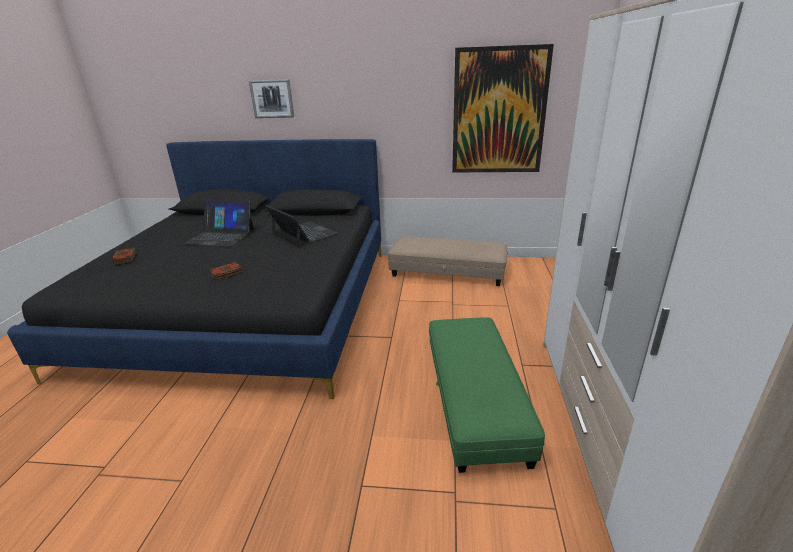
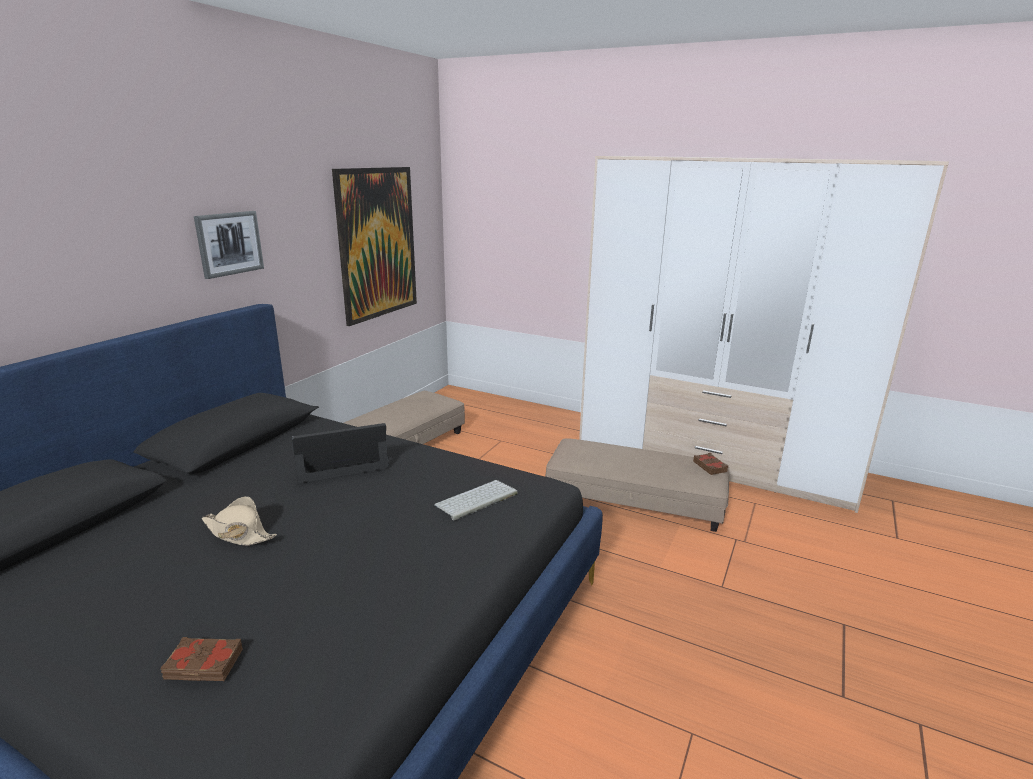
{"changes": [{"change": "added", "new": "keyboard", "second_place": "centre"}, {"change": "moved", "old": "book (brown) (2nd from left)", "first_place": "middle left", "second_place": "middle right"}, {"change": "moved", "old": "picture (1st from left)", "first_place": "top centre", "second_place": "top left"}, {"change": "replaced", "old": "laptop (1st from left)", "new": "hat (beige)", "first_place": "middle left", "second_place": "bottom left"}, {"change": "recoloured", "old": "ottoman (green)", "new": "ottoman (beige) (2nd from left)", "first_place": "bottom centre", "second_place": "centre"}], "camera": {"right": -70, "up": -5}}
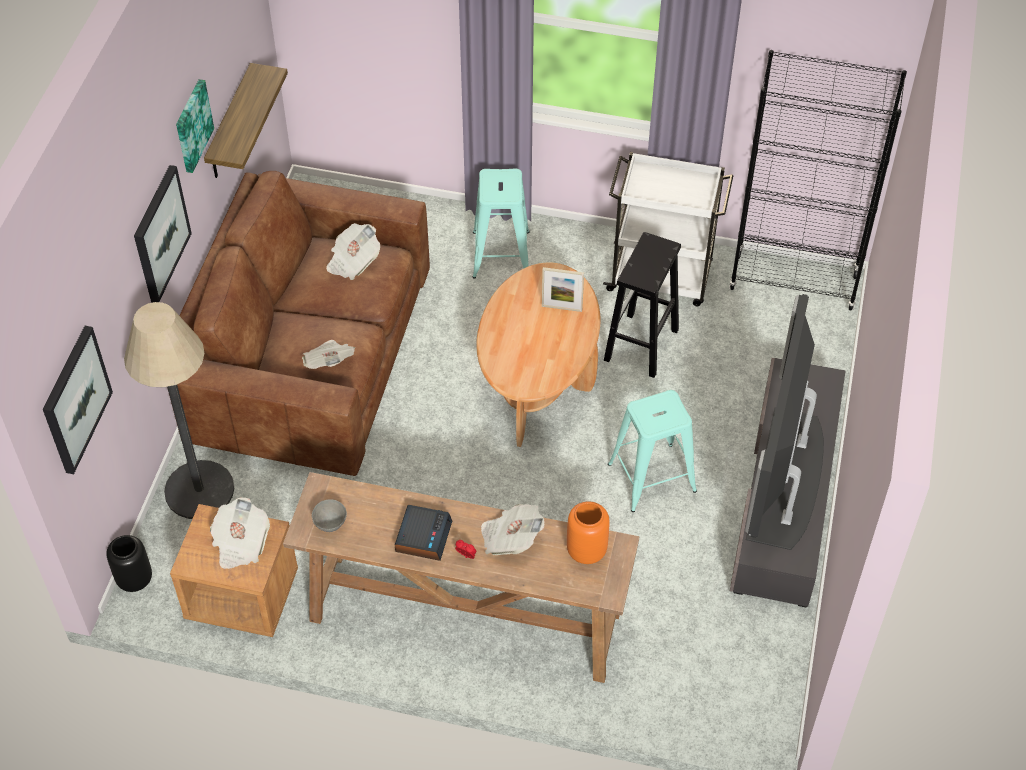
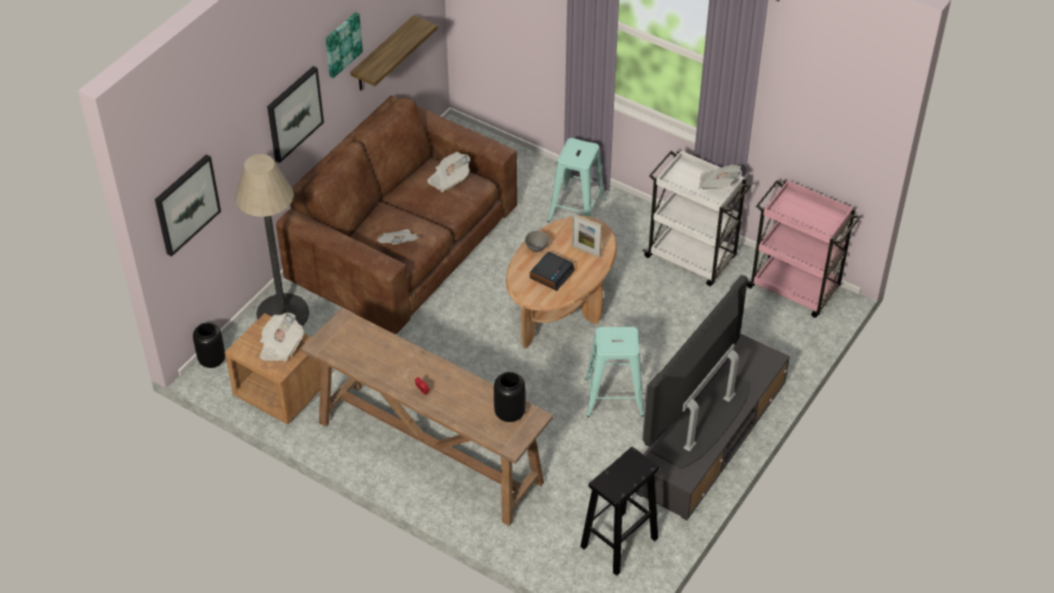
{"changes": [{"change": "moved", "old": "bowl (grey)", "first_place": "bottom left", "second_place": "centre"}, {"change": "moved", "old": "alarm clock (1st from left in the first image)", "new": "alarm clock (2nd from left)", "first_place": "bottom centre", "second_place": "centre"}, {"change": "moved", "old": "newspaper (4th from left)", "first_place": "bottom centre", "second_place": "top right"}, {"change": "moved", "old": "stool (black)", "first_place": "centre", "second_place": "bottom centre"}, {"change": "replaced", "old": "bookcase (black)", "new": "cart (pink)", "first_place": "top right", "second_place": "middle right"}, {"change": "recoloured", "old": "vase (orange)", "new": "vase (black) (2nd from left)", "first_place": "bottom centre", "second_place": "bottom centre"}], "camera": {"right": 20, "up": -5}}
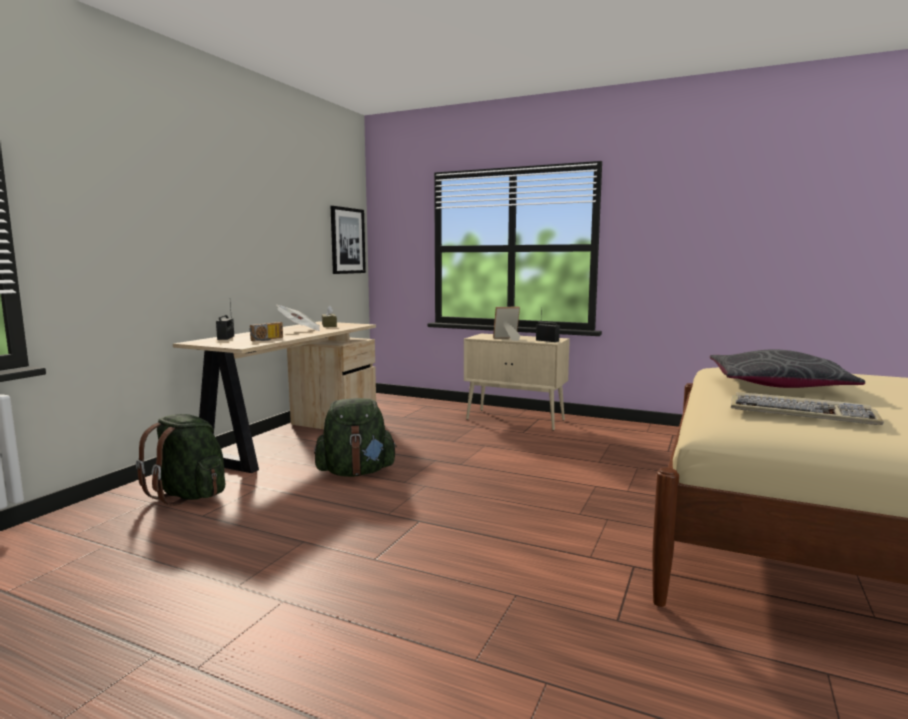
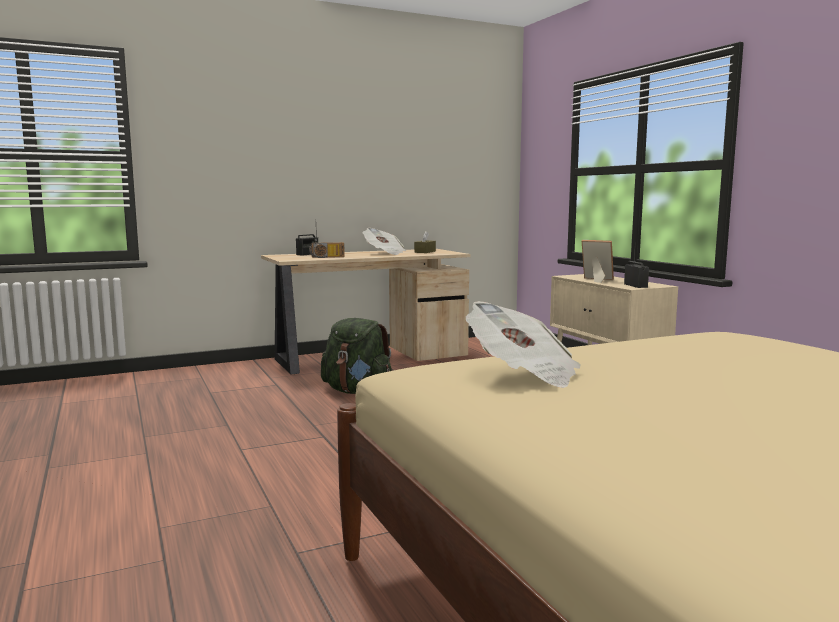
{"changes": [{"change": "removed", "old": "backpack (green) (1st from left)", "first_place": "middle left"}, {"change": "removed", "old": "picture", "first_place": "centre"}, {"change": "removed", "old": "pillow (grey)", "first_place": "middle right"}, {"change": "replaced", "old": "keyboard", "new": "newspaper (2nd from left)", "first_place": "middle right", "second_place": "centre"}], "camera": {"right": 40, "up": 0}}
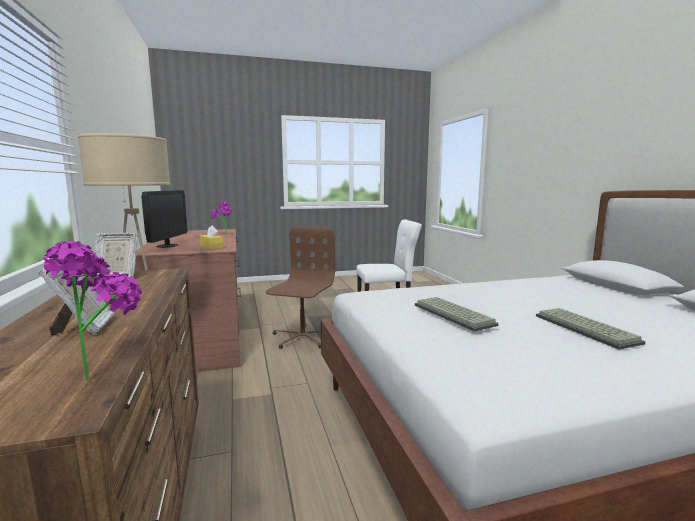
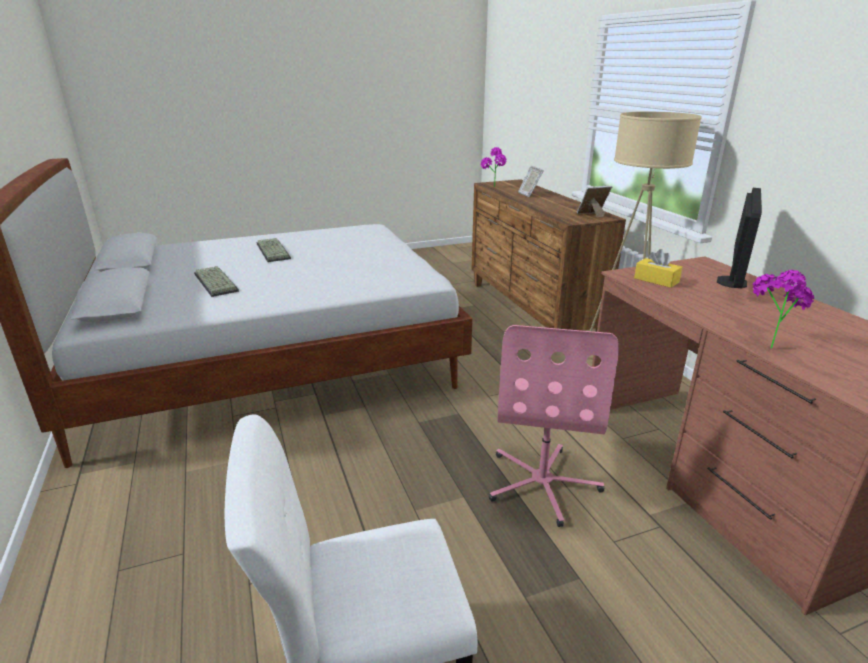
{"changes": [{"change": "moved", "old": "keyboard (1st from left)", "first_place": "centre", "second_place": "middle left"}, {"change": "recoloured", "old": "office chair (brown)", "new": "office chair (pink)", "first_place": "centre", "second_place": "centre"}, {"change": "turned", "old": "monitor", "first_place": "middle left", "second_place": "middle right", "degrees": -150}], "camera": {"right": 175, "up": 15}}
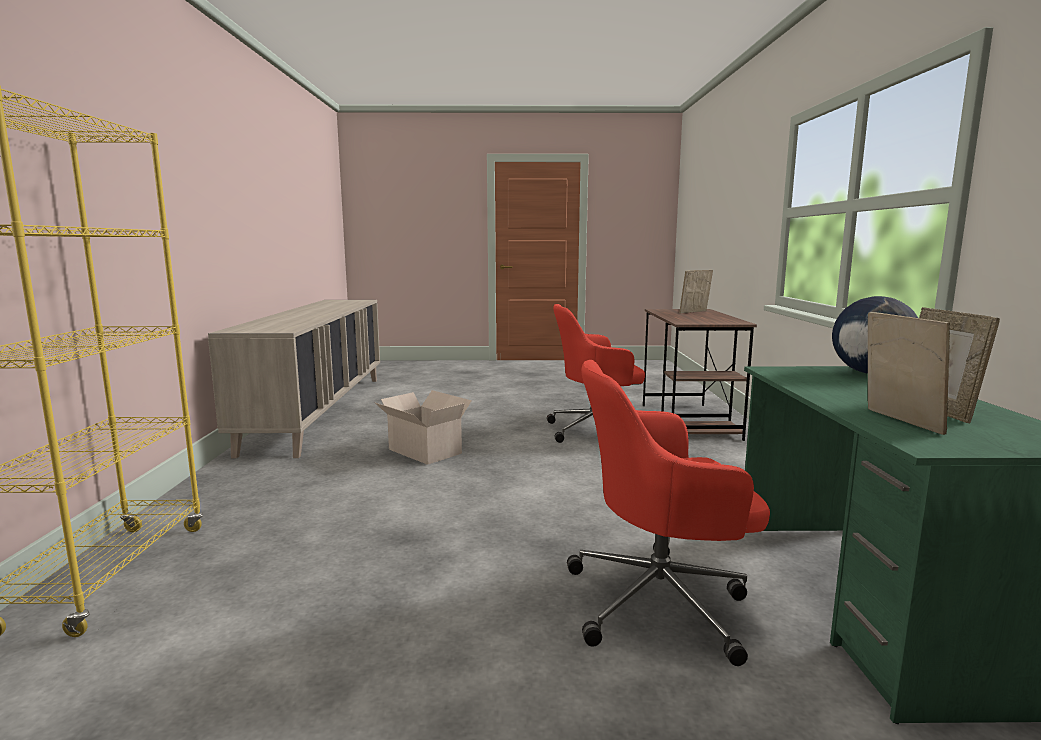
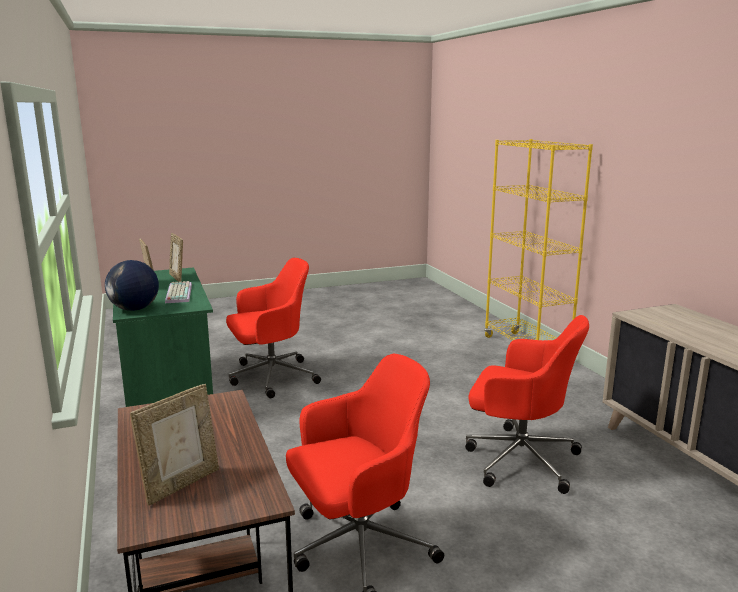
{"changes": [{"change": "added", "new": "keyboard", "second_place": "middle left"}, {"change": "replaced", "old": "cardboard box", "new": "office chair (red) (3rd from left)", "first_place": "centre", "second_place": "bottom right"}], "camera": {"right": 160, "up": 5}}
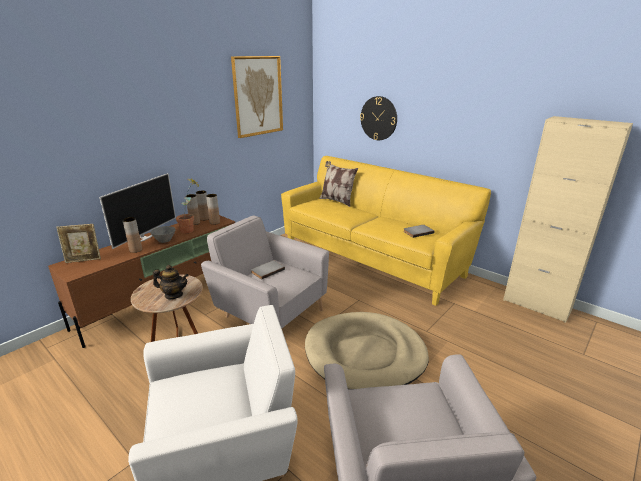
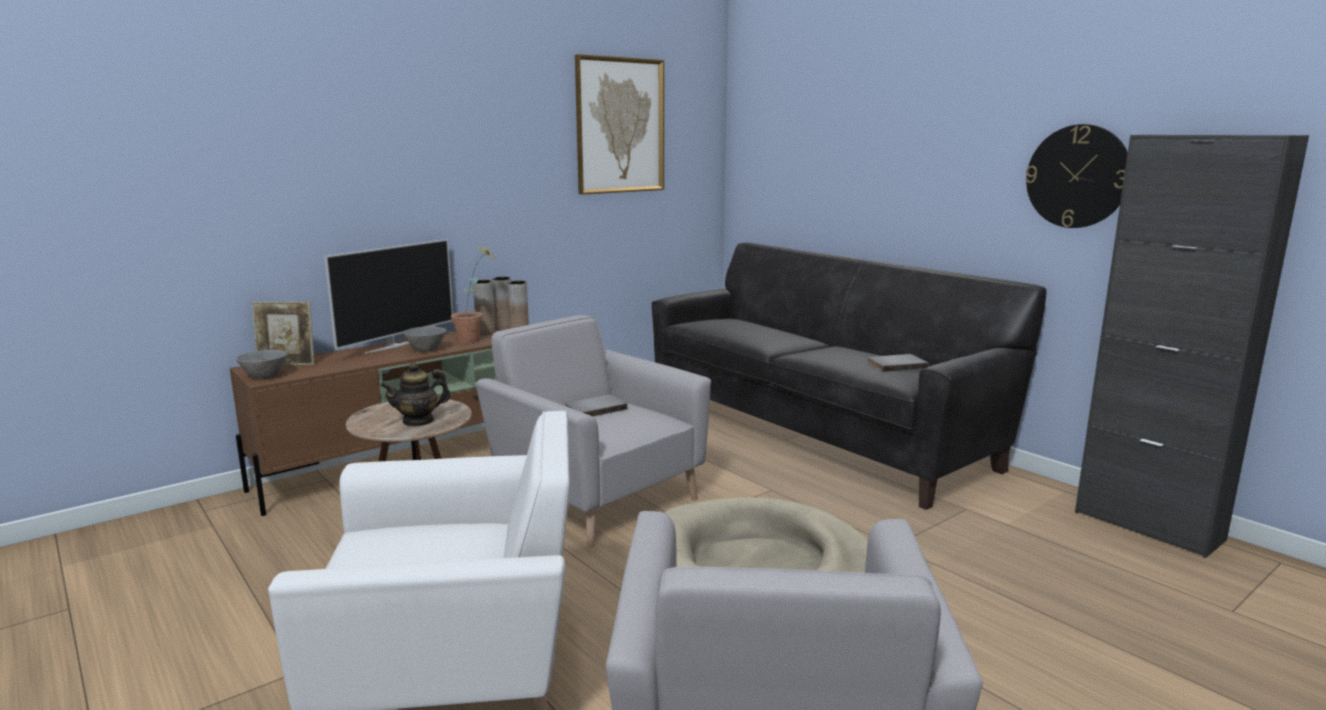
{"changes": [{"change": "removed", "old": "vase (brown) (1st from left)", "first_place": "middle left"}, {"change": "removed", "old": "pillow", "first_place": "centre"}, {"change": "added", "new": "bowl (grey) (1st from left)", "second_place": "middle left"}, {"change": "moved", "old": "wall clock", "first_place": "top centre", "second_place": "top right"}, {"change": "recoloured", "old": "sofa (yellow)", "new": "sofa (black)", "first_place": "centre", "second_place": "centre"}, {"change": "recoloured", "old": "cabinet (beige)", "new": "cabinet (black)", "first_place": "middle right", "second_place": "middle right"}, {"change": "turned", "old": "teapot", "first_place": "middle left", "second_place": "middle left", "degrees": 135}], "camera": {"right": 10, "up": -10}}
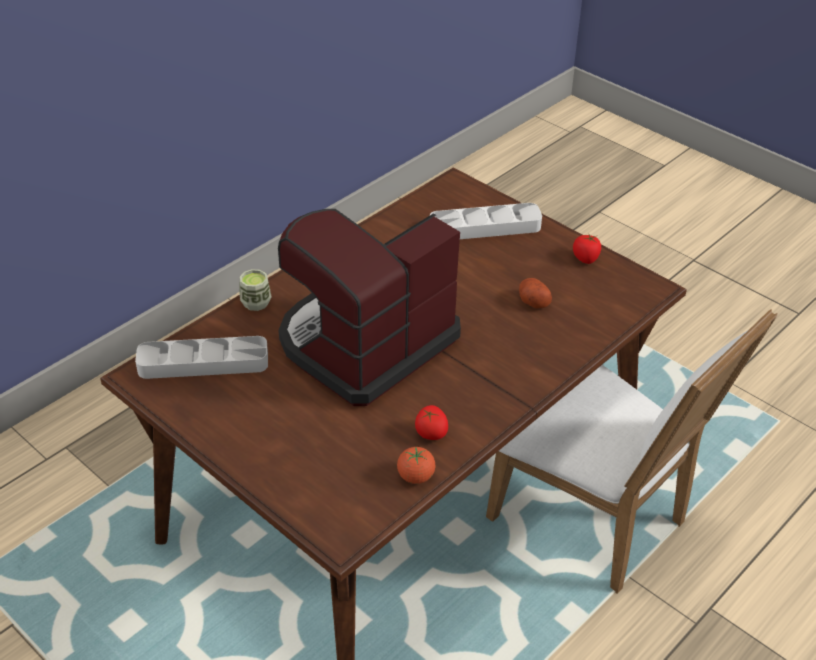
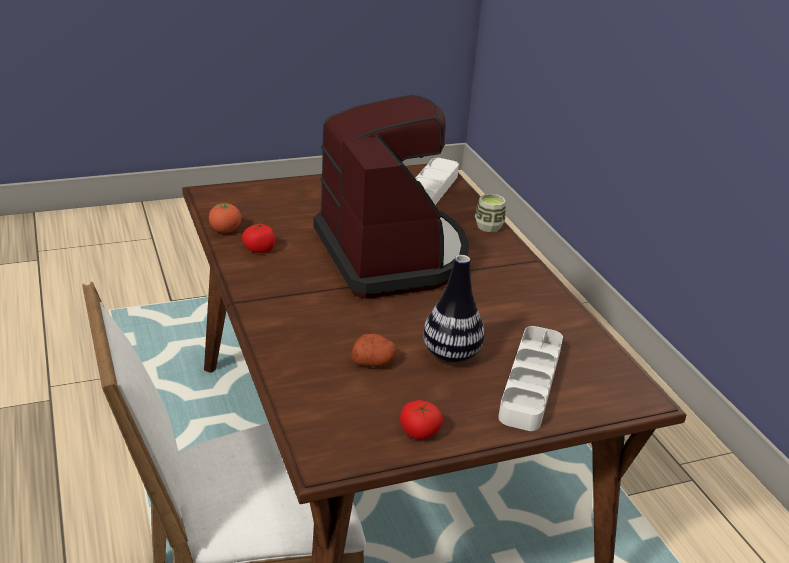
{"changes": [{"change": "added", "new": "vase", "second_place": "centre"}], "camera": {"right": 115, "up": -10}}
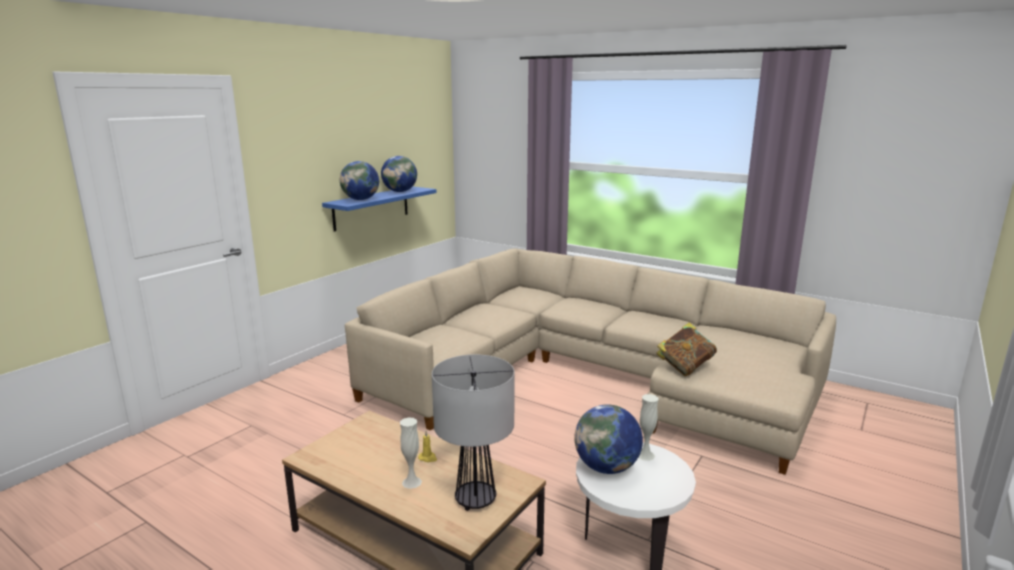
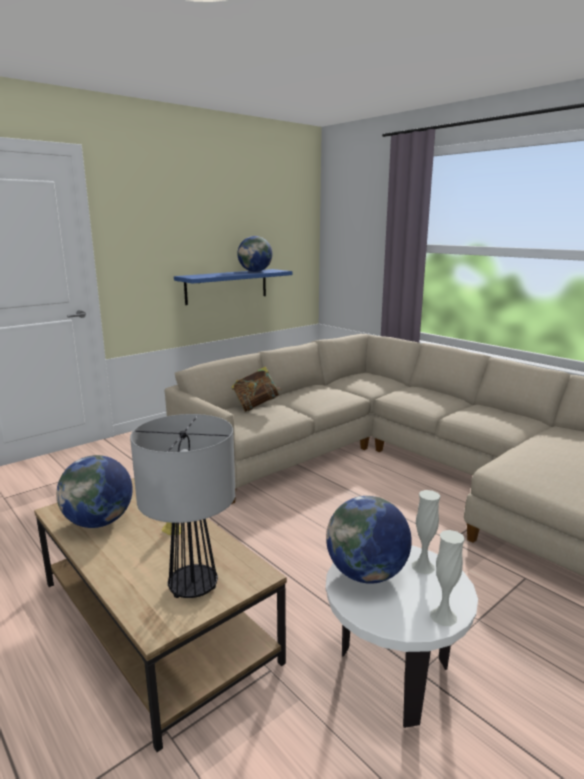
{"changes": [{"change": "moved", "old": "globe (1st from left)", "first_place": "top centre", "second_place": "middle left"}, {"change": "moved", "old": "vase (white) (1st from left in the first image)", "new": "vase (white) (2nd from left)", "first_place": "bottom centre", "second_place": "bottom right"}, {"change": "moved", "old": "book", "first_place": "middle right", "second_place": "centre"}], "camera": {"right": 15, "up": 0}}
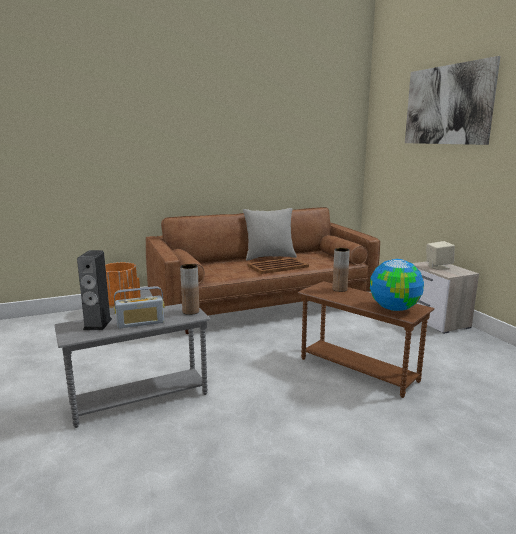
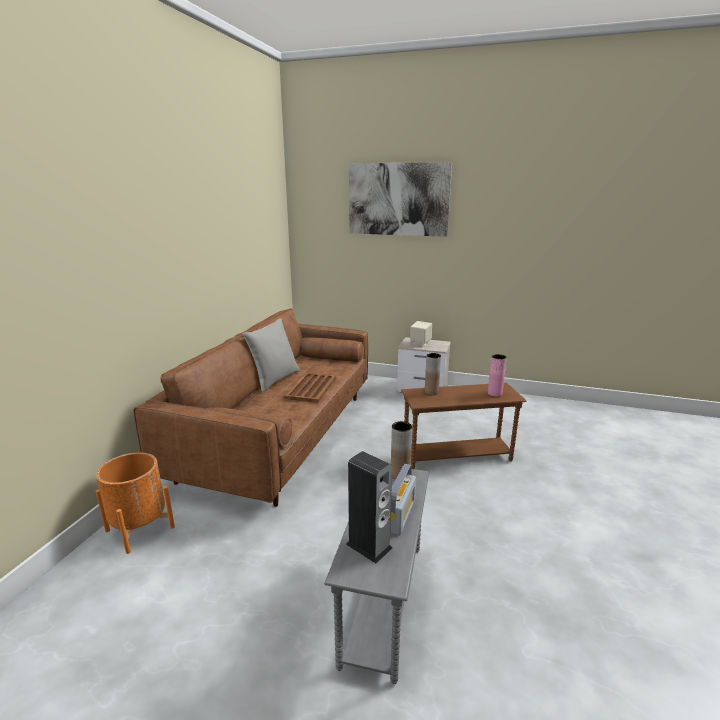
{"changes": [{"change": "replaced", "old": "globe", "new": "vase (pink)", "first_place": "middle right", "second_place": "middle right"}], "camera": {"right": -50, "up": 5}}
